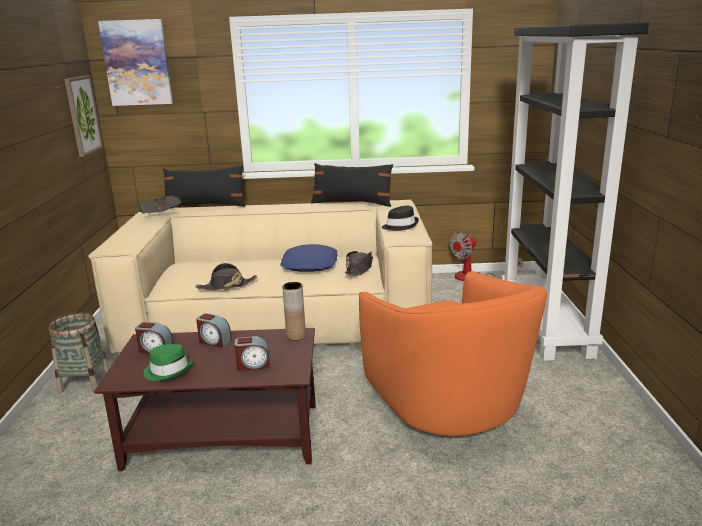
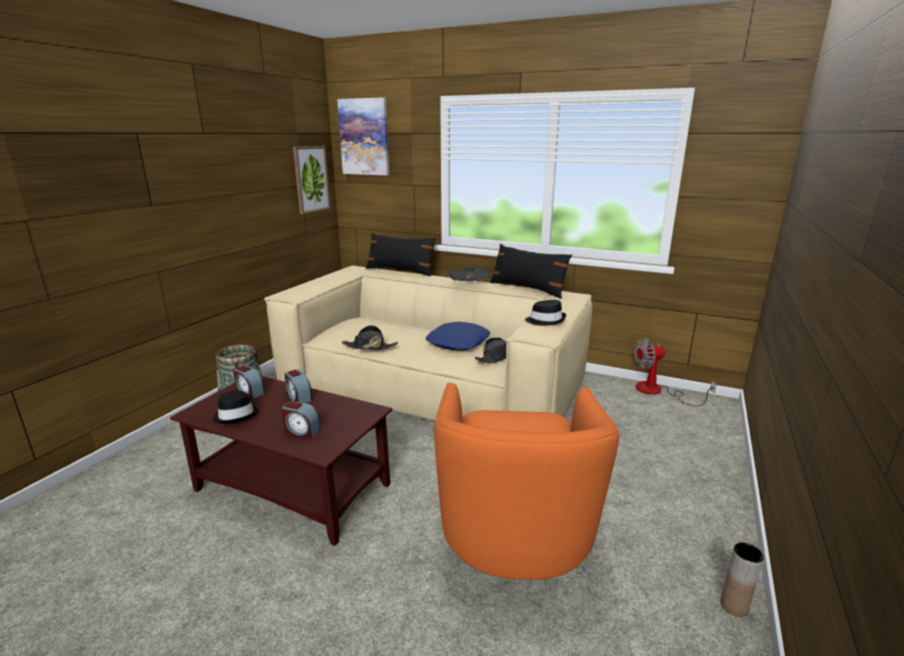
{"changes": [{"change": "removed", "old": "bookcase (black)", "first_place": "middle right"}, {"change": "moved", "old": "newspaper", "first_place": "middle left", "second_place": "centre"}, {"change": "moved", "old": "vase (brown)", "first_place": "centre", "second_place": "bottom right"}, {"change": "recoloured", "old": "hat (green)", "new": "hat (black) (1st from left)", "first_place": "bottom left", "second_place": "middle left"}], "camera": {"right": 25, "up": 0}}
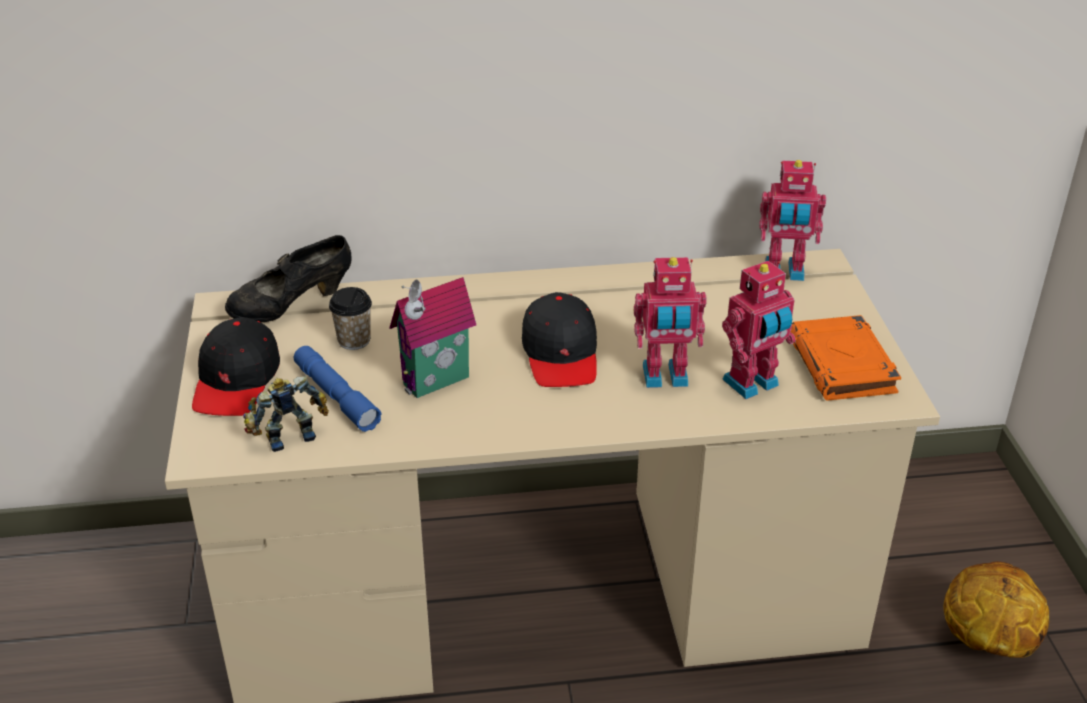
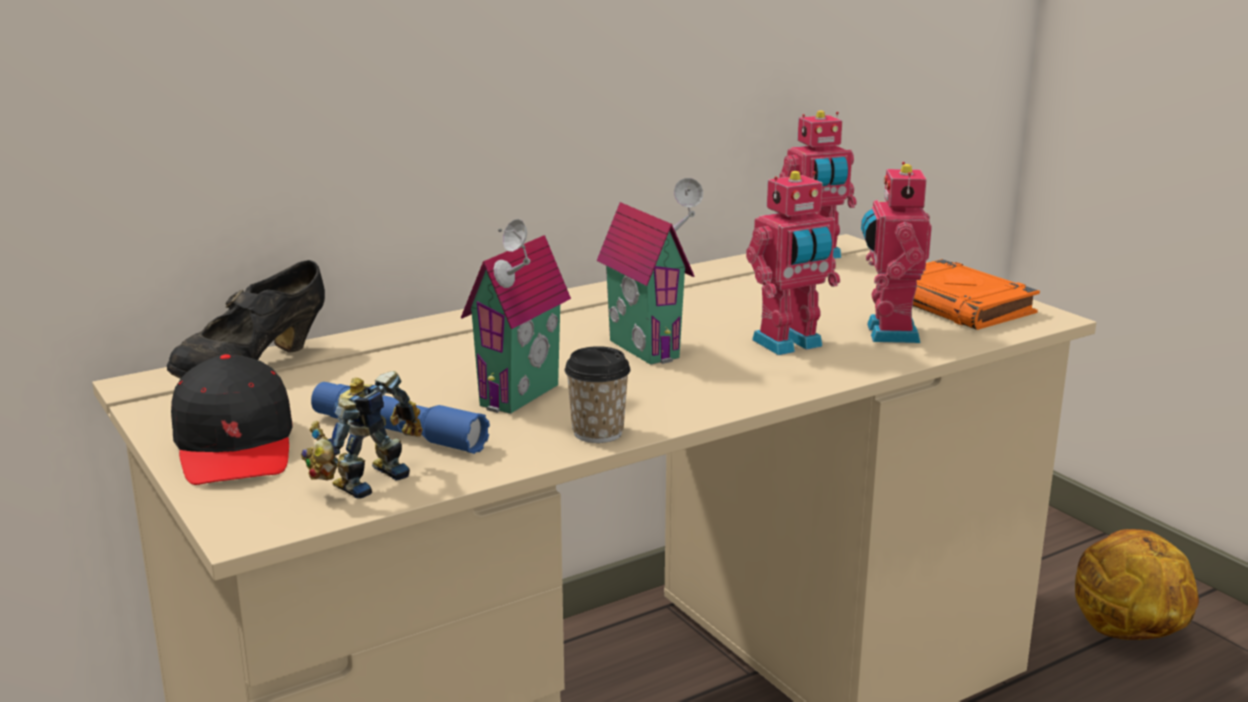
{"changes": [{"change": "moved", "old": "cup", "first_place": "middle left", "second_place": "centre"}, {"change": "replaced", "old": "cap (black) (2nd from left)", "new": "toy house (2nd from left)", "first_place": "centre", "second_place": "centre"}, {"change": "turned", "old": "toy robot (3rd from left in the first image)", "first_place": "middle right", "second_place": "middle right", "degrees": 150}], "camera": {"right": -25, "up": -15}}
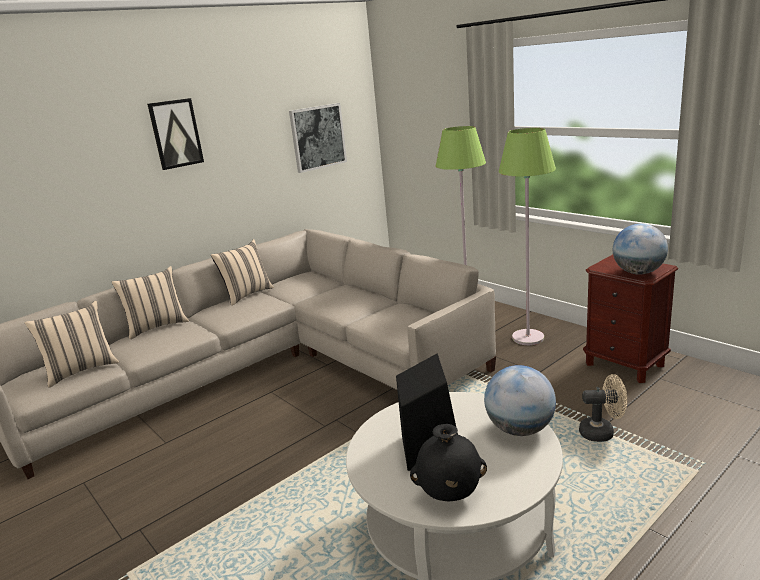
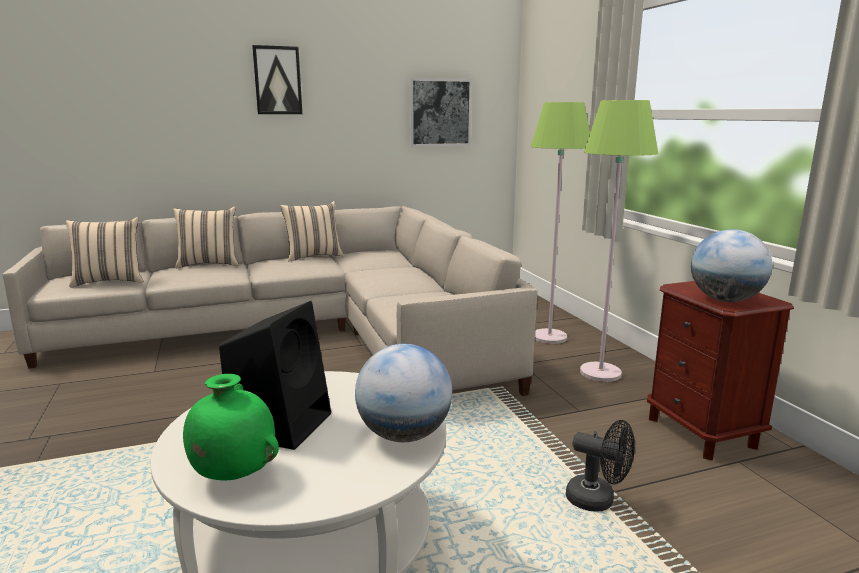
{"changes": [{"change": "recoloured", "old": "vase (black)", "new": "vase (green)", "first_place": "bottom centre", "second_place": "bottom left"}, {"change": "recoloured", "old": "fan (beige)", "new": "fan (black)", "first_place": "bottom right", "second_place": "bottom right"}], "camera": {"right": 20, "up": -5}}
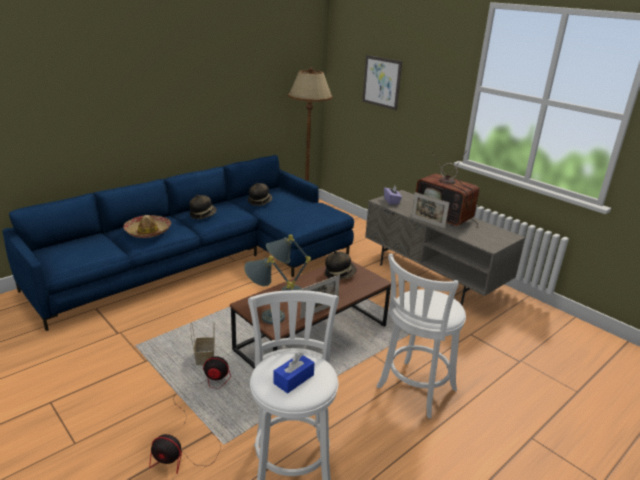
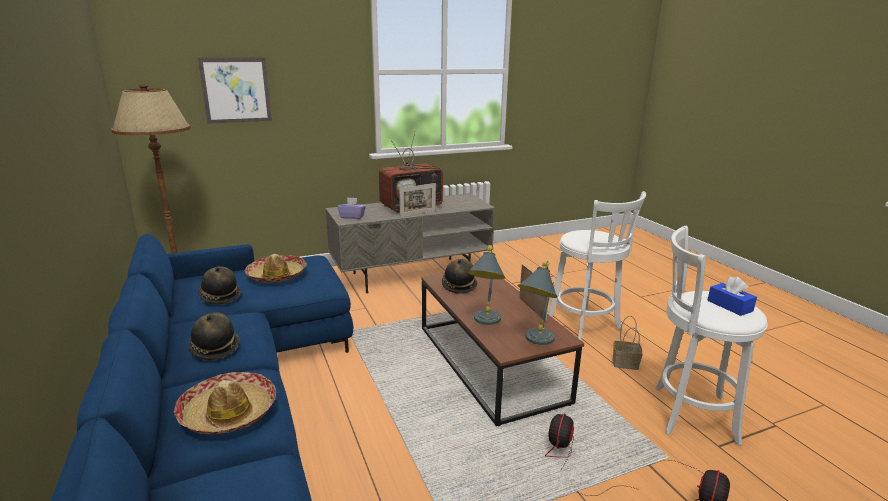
{"changes": [{"change": "added", "new": "hat (4th from left)", "second_place": "middle left"}, {"change": "moved", "old": "basket", "first_place": "bottom left", "second_place": "bottom right"}], "camera": {"right": -70, "up": -5}}
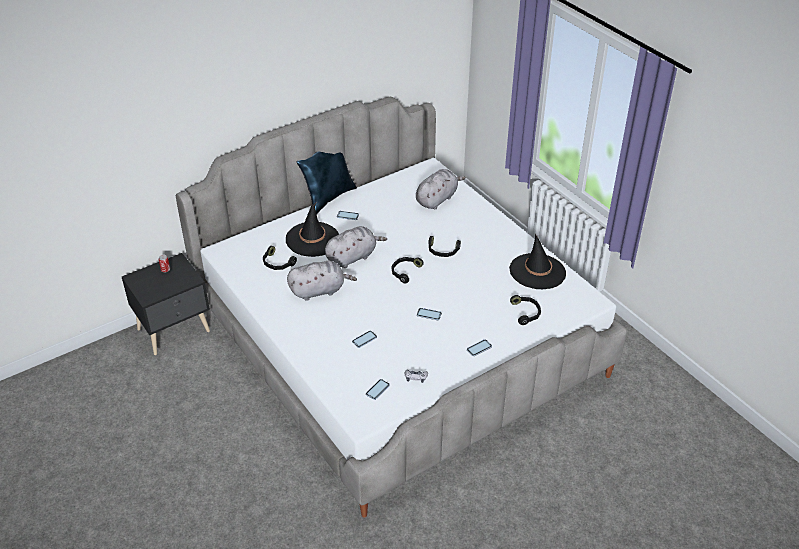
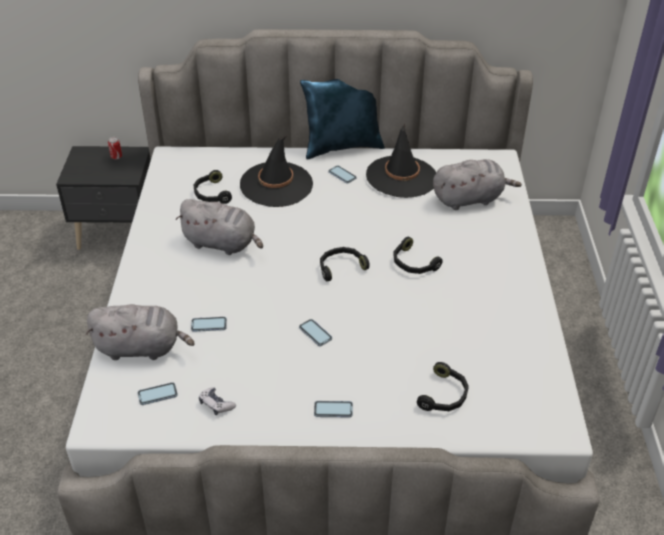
{"changes": [{"change": "moved", "old": "plush toy (grey) (2nd from left in the first image)", "new": "plush toy (grey) (1st from left)", "first_place": "centre", "second_place": "middle left"}, {"change": "moved", "old": "hat (black) (2nd from left)", "first_place": "middle right", "second_place": "top centre"}], "camera": {"right": 35, "up": 0}}
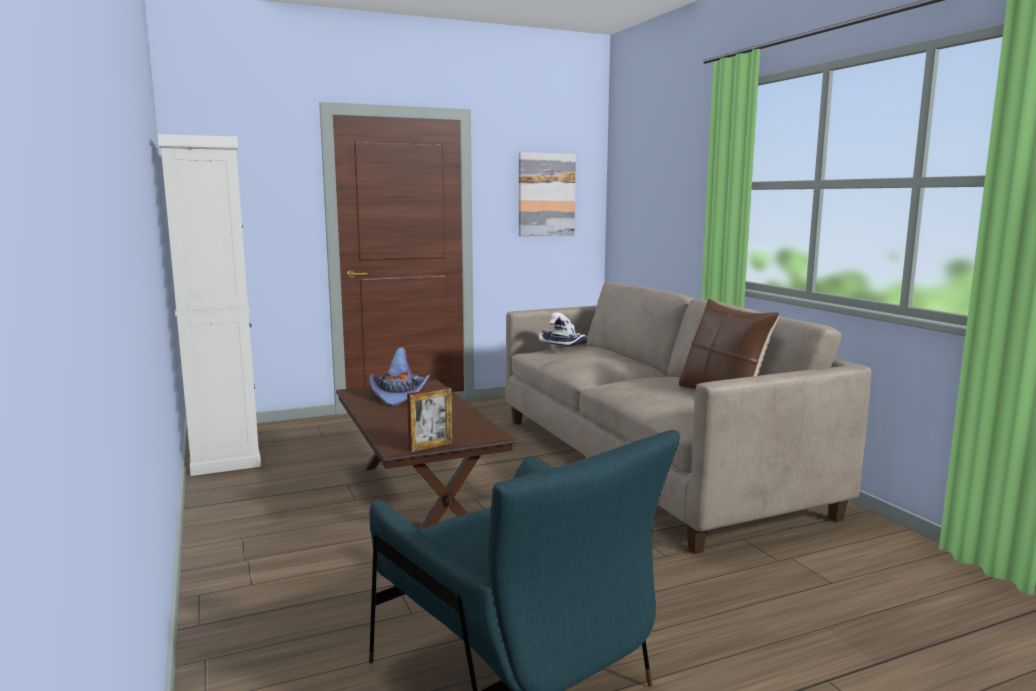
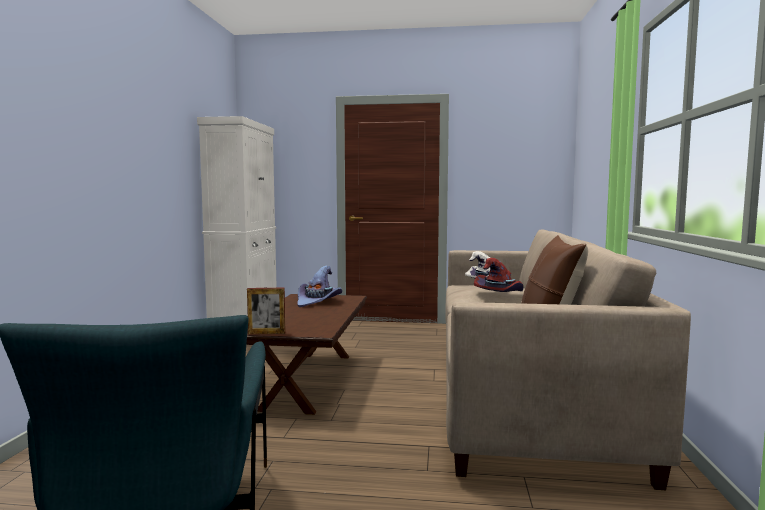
{"changes": [{"change": "removed", "old": "picture", "first_place": "top centre"}, {"change": "added", "new": "hat (red)", "second_place": "centre"}], "camera": {"right": 30, "up": -5}}
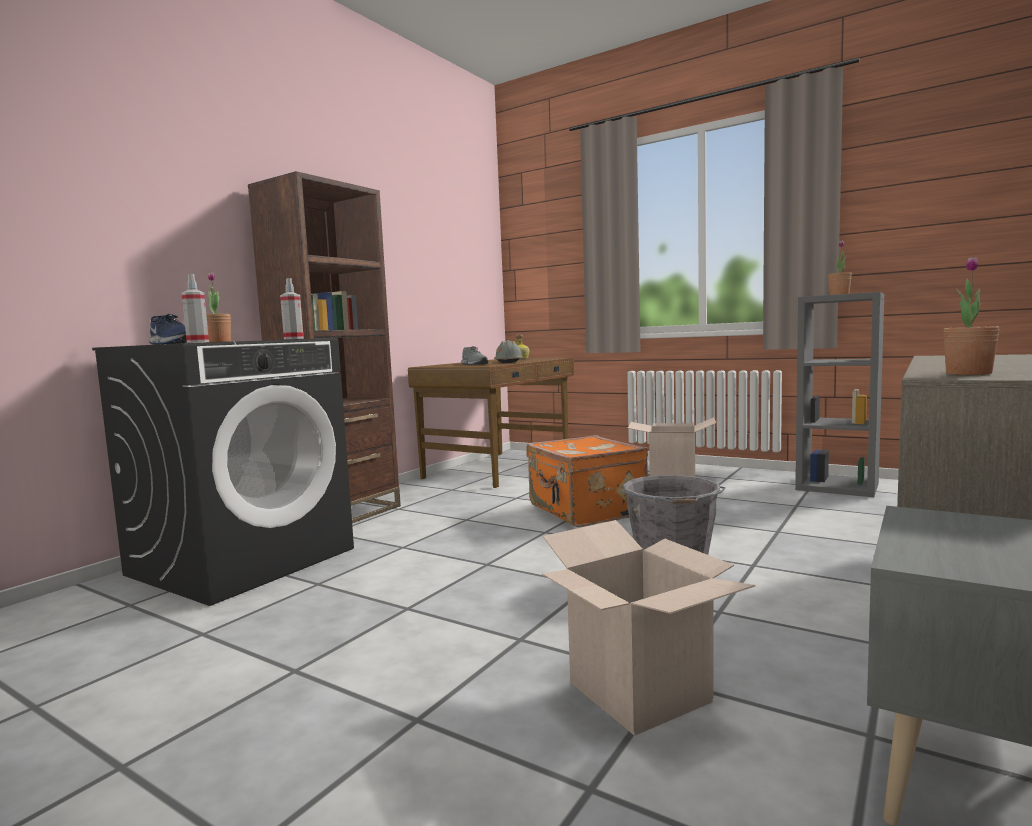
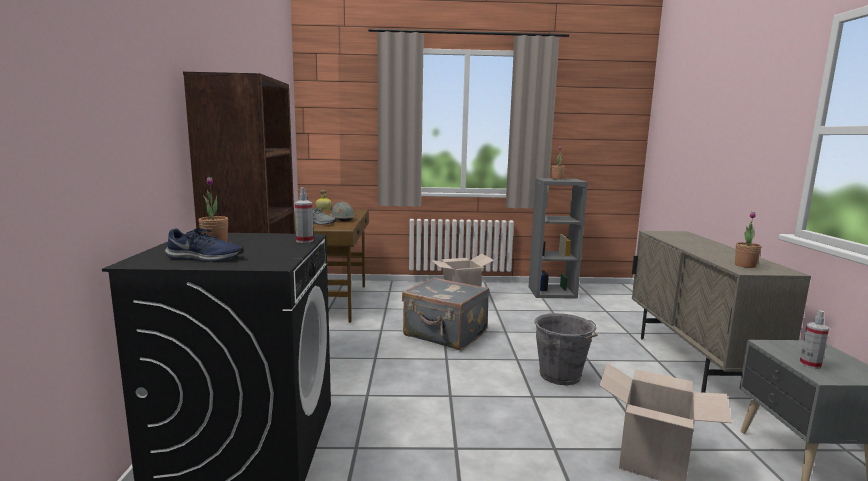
{"changes": [{"change": "moved", "old": "spray bottle (1st from left in the first image)", "new": "spray bottle (2nd from left)", "first_place": "middle left", "second_place": "bottom right"}, {"change": "recoloured", "old": "suitcase (orange)", "new": "suitcase (grey)", "first_place": "centre", "second_place": "centre"}], "camera": {"right": -35, "up": 5}}
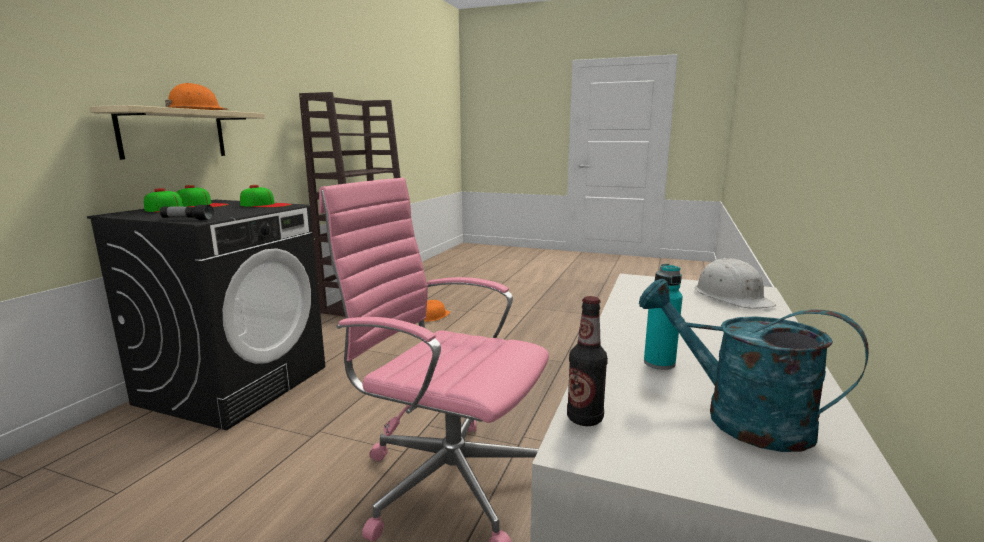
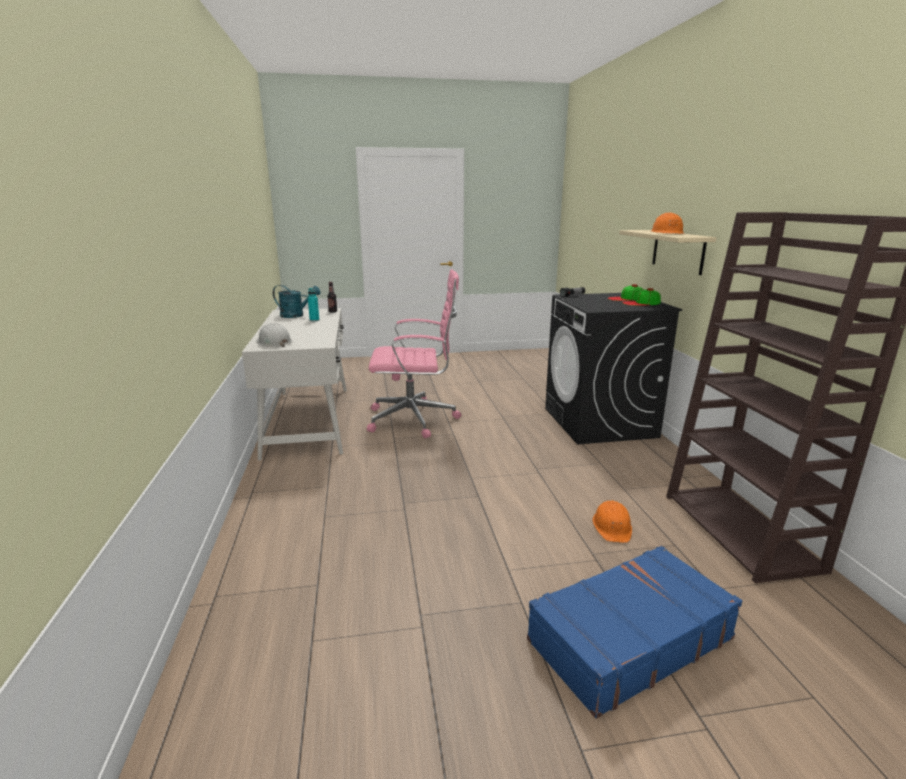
{"changes": [{"change": "removed", "old": "cap (3rd from left)", "first_place": "middle left"}, {"change": "added", "new": "suitcase (blue)", "second_place": "bottom right"}], "camera": {"right": 150, "up": 5}}
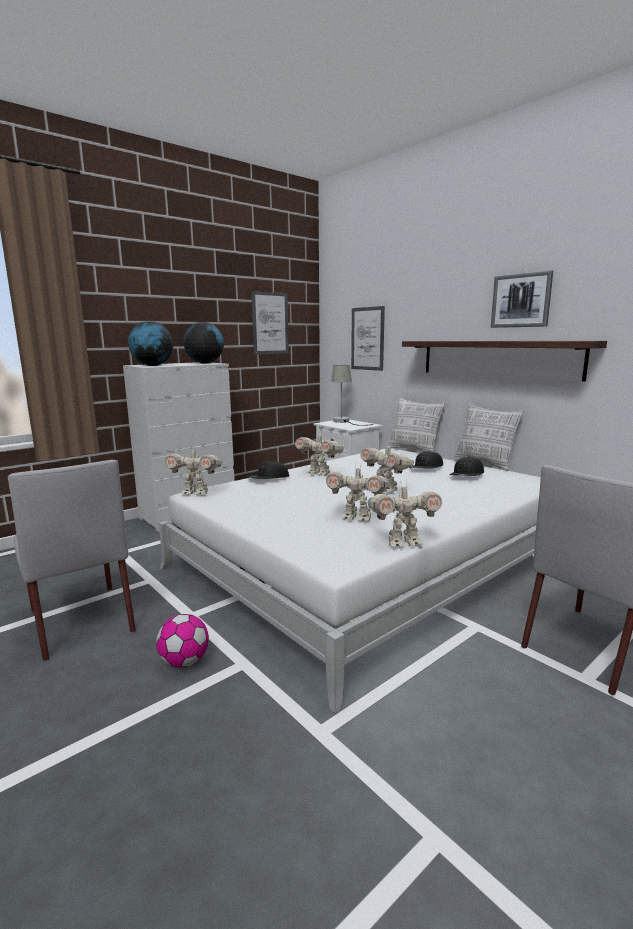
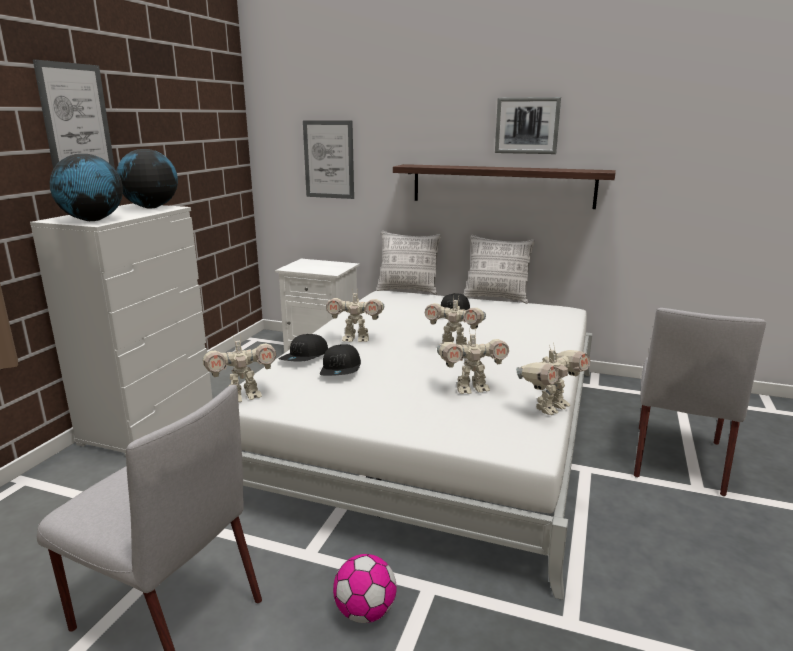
{"changes": [{"change": "removed", "old": "table lamp (grey)", "first_place": "centre"}, {"change": "moved", "old": "picture (1st from left)", "first_place": "centre", "second_place": "top left"}, {"change": "moved", "old": "cap (black) (3rd from left in the first image)", "new": "cap (black) (2nd from left)", "first_place": "middle right", "second_place": "centre"}], "camera": {"right": -30, "up": 5}}
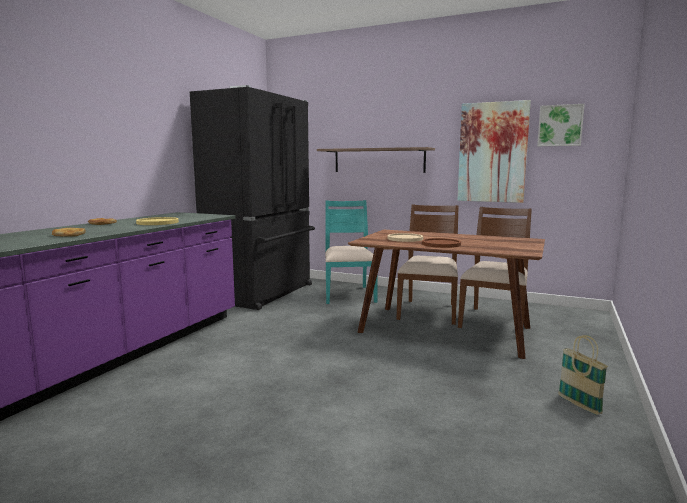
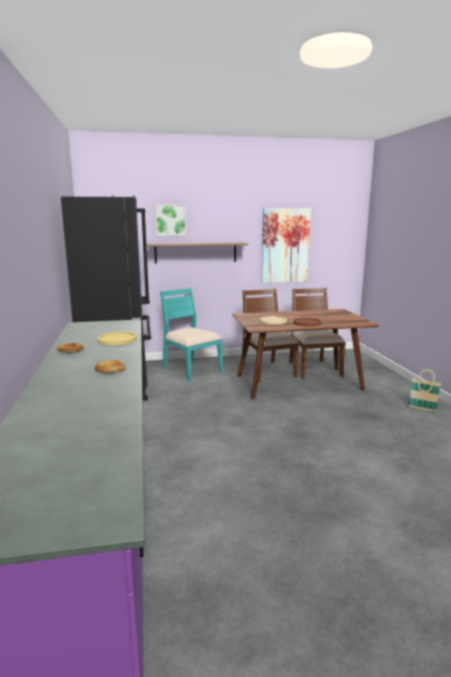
{"changes": [{"change": "moved", "old": "picture (2nd from left in the first image)", "new": "picture (1st from left)", "first_place": "top right", "second_place": "top centre"}], "camera": {"right": -35, "up": 5}}
